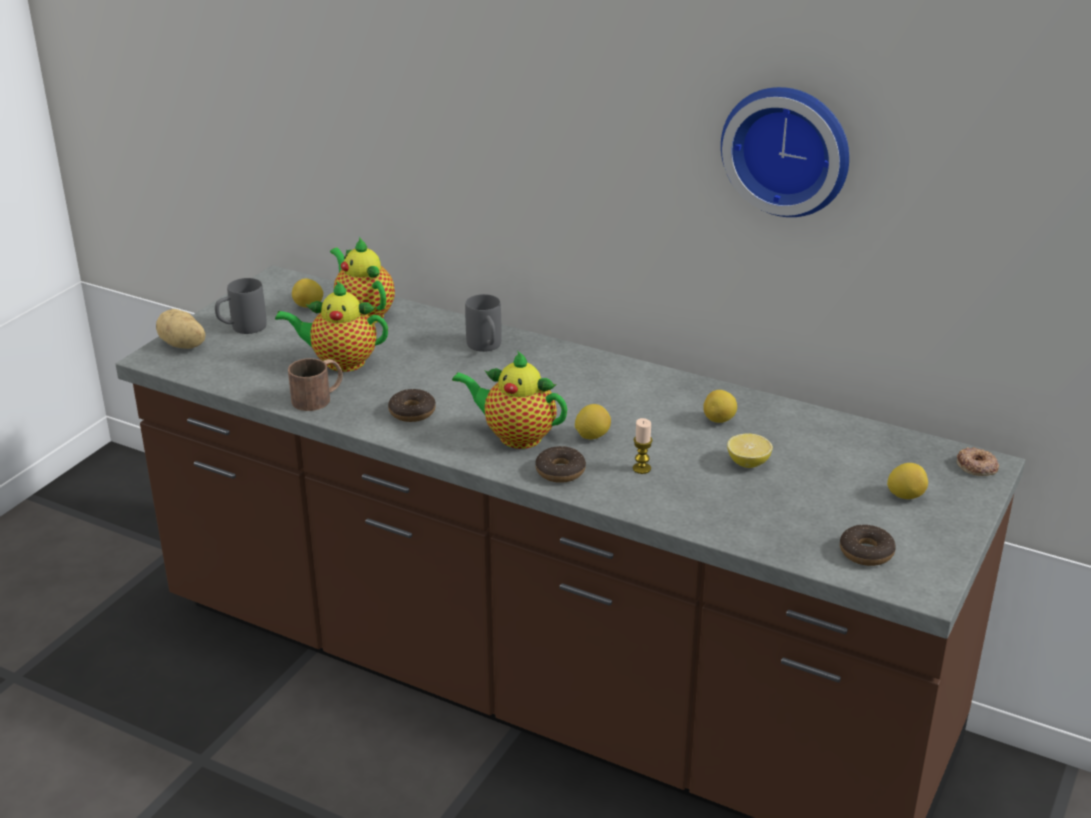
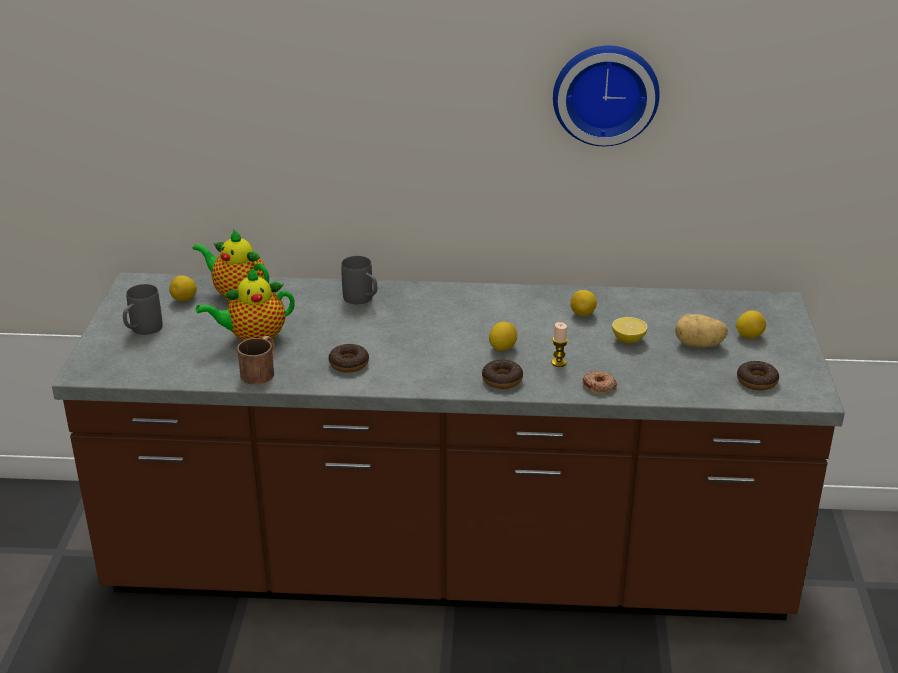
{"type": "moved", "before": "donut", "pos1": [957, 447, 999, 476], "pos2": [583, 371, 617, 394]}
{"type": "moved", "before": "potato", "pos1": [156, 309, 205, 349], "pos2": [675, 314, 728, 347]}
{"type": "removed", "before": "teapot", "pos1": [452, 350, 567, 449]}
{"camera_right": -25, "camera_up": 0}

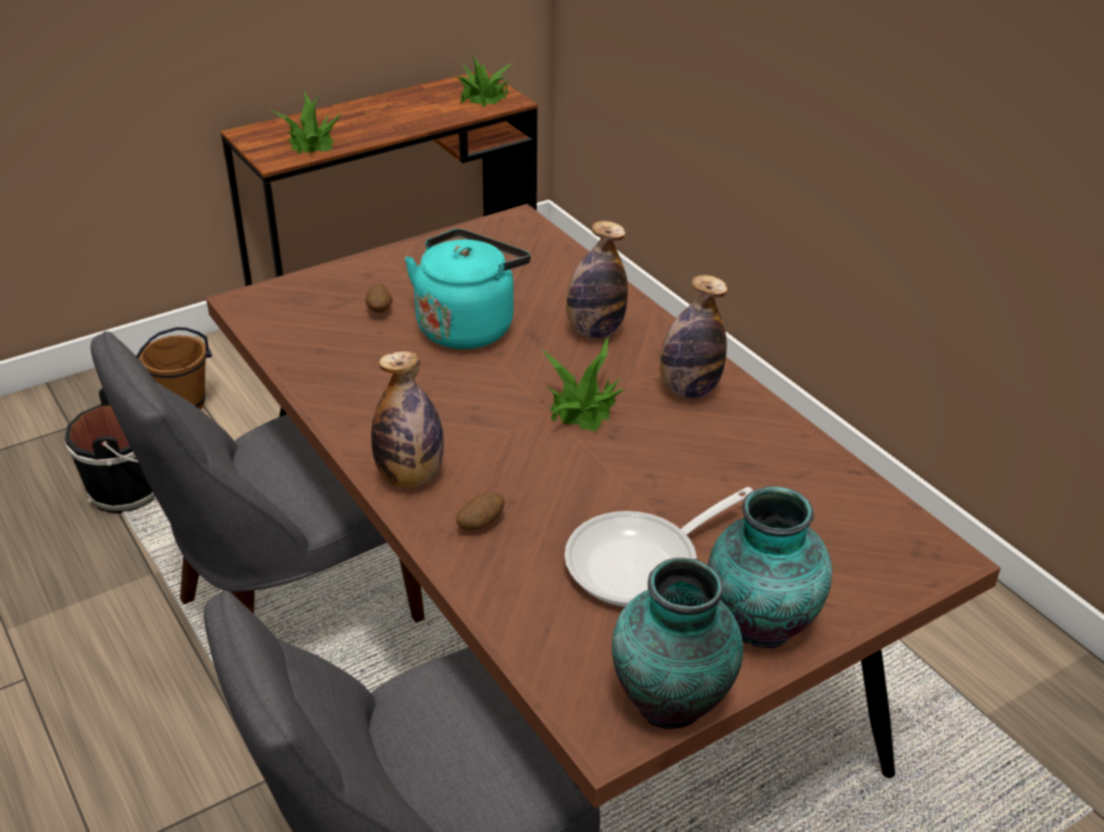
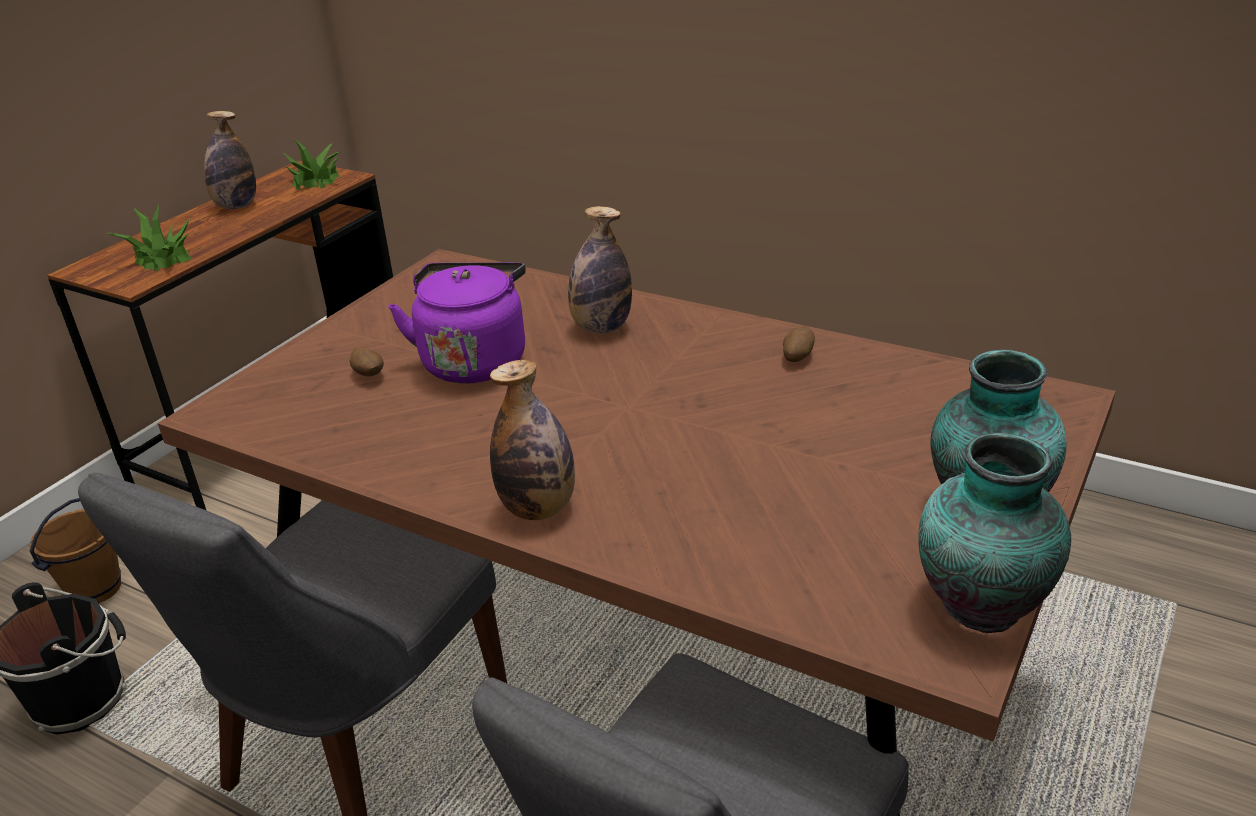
{"type": "moved", "before": "bottle", "pos1": [660, 275, 728, 399], "pos2": [204, 111, 256, 209]}
{"type": "recoloured", "before": "turquoise kettle", "after": "purple kettle", "pos1": [405, 229, 531, 349], "pos2": [388, 262, 526, 384]}
{"type": "moved", "before": "potato", "pos1": [456, 493, 505, 530], "pos2": [783, 326, 815, 362]}
{"type": "removed", "before": "potted plant", "pos1": [541, 336, 626, 431]}
{"type": "removed", "before": "frying pan", "pos1": [565, 487, 753, 607]}
{"camera_right": -25, "camera_up": -5}

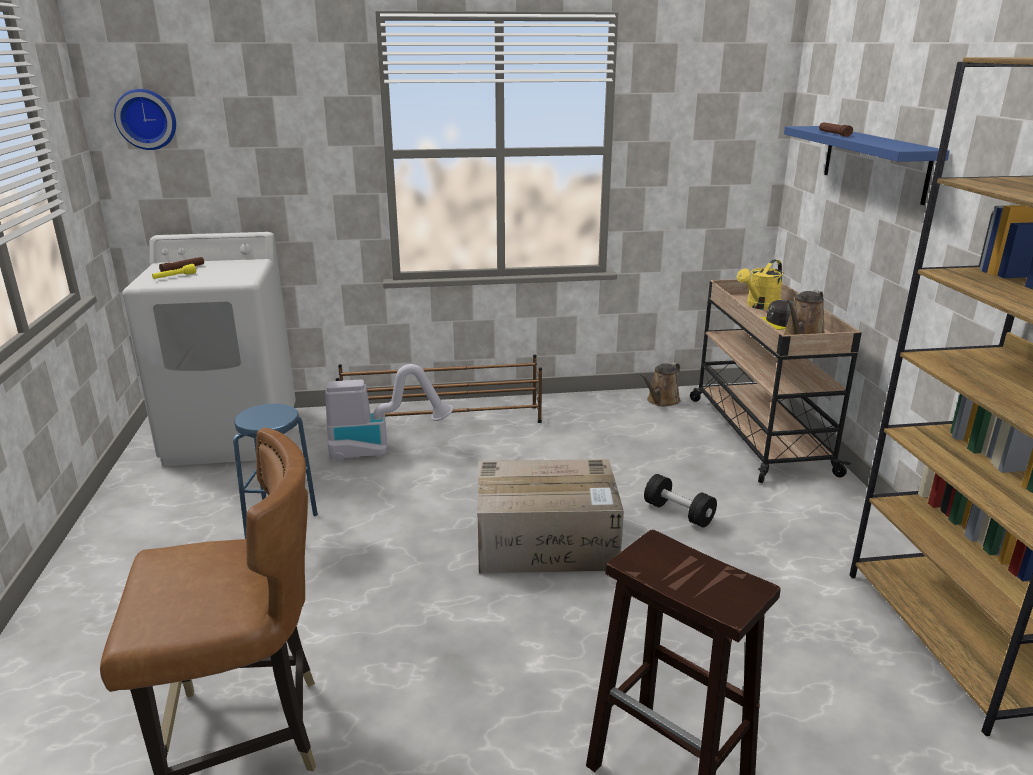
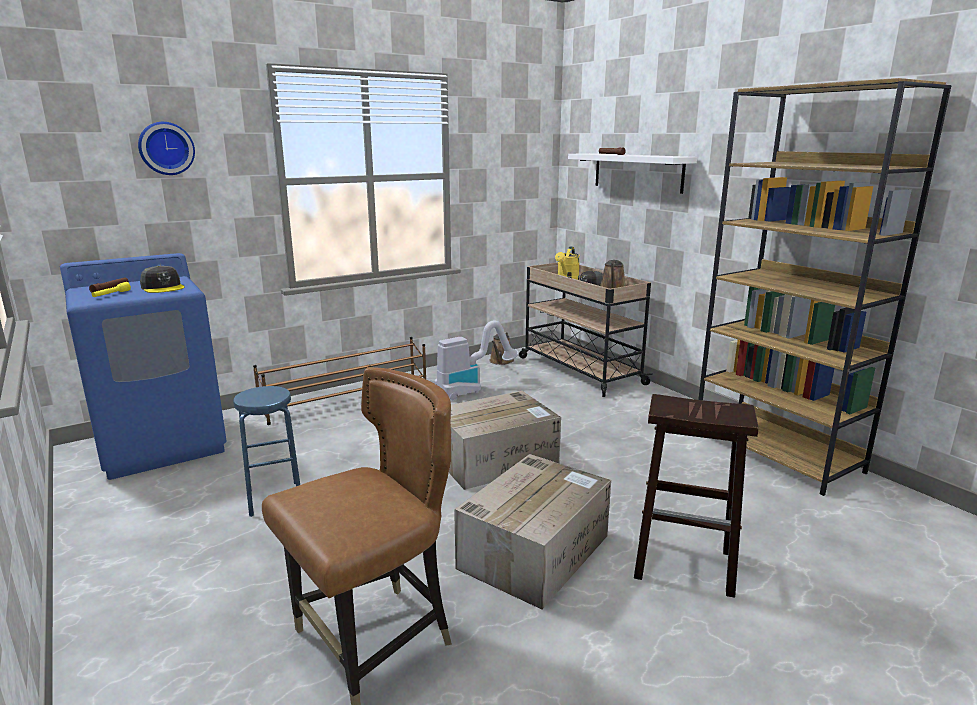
{"type": "recoloured", "before": "white washing machine", "after": "blue washing machine", "pos1": [122, 232, 296, 466], "pos2": [60, 253, 227, 480]}
{"type": "moved", "before": "wall clock", "pos1": [114, 89, 176, 150], "pos2": [138, 122, 195, 175]}
{"type": "added", "after": "grey cap", "pos2": [140, 266, 185, 293]}
{"type": "moved", "before": "vacuum cleaner", "pos1": [325, 364, 453, 462], "pos2": [434, 320, 519, 400]}
{"type": "added", "after": "cardboard box", "pos2": [454, 454, 611, 610]}
{"type": "recoloured", "before": "blue shelf", "after": "white shelf", "pos1": [784, 126, 950, 205], "pos2": [568, 153, 697, 194]}
{"type": "removed", "before": "black dumbbell", "pos1": [644, 474, 717, 527]}
{"camera_right": -25, "camera_up": -5}

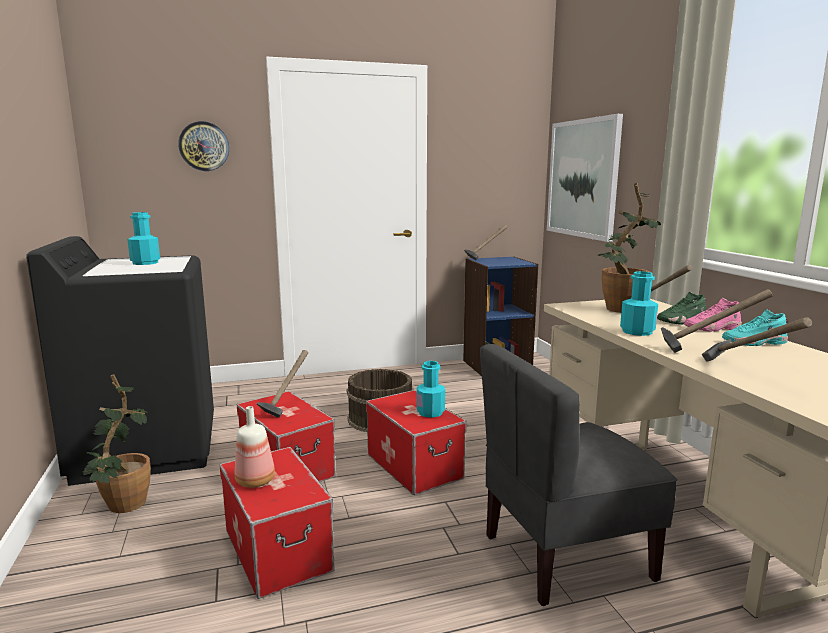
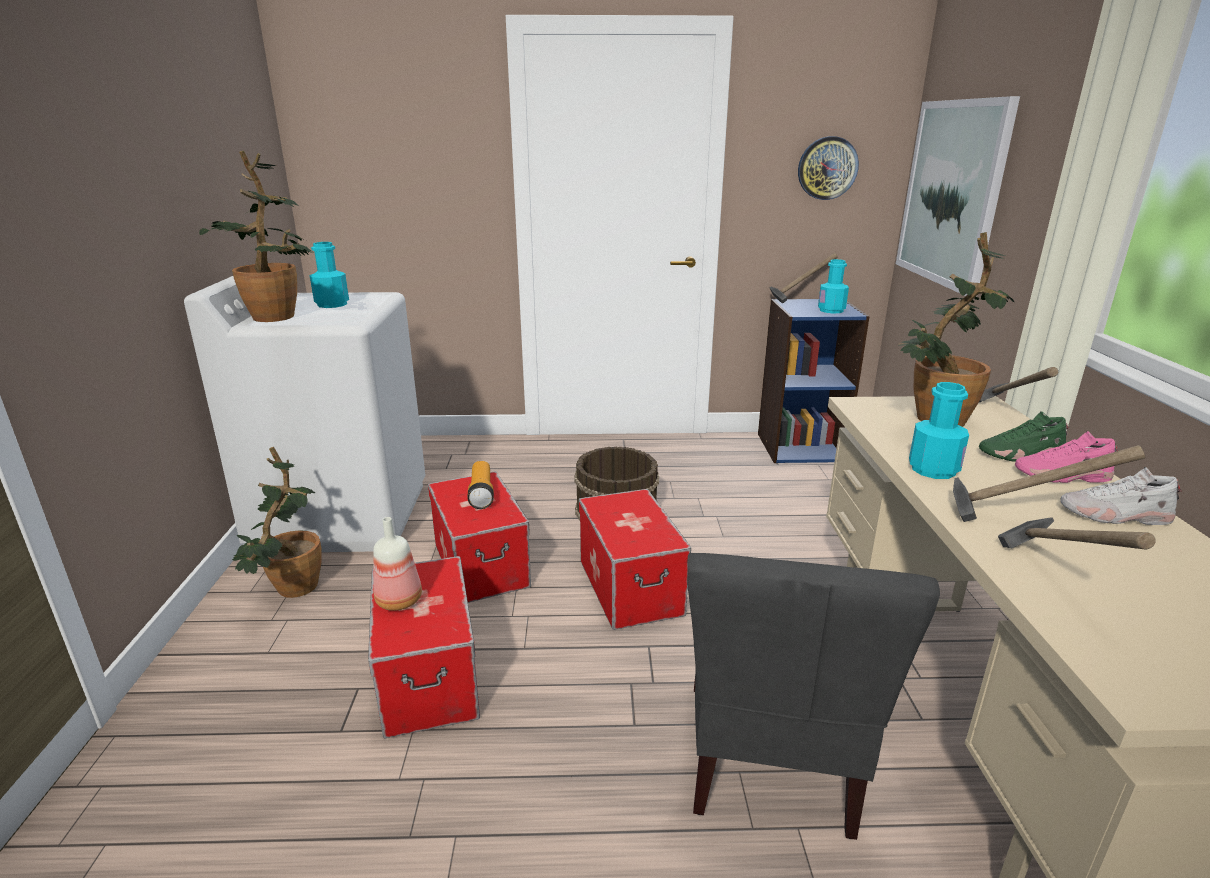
{"type": "recoloured", "before": "black washing machine", "after": "white washing machine", "pos1": [26, 236, 214, 486], "pos2": [184, 276, 425, 552]}
{"type": "added", "after": "potted plant", "pos2": [199, 151, 312, 322]}
{"type": "replaced", "before": "hammer", "after": "flashlight", "pos1": [257, 350, 308, 418], "pos2": [468, 461, 494, 509]}
{"type": "turned", "before": "grey chair", "pos1": [480, 344, 677, 606], "pos2": [687, 553, 940, 840], "turn": -75}
{"type": "moved", "before": "wall clock", "pos1": [178, 121, 229, 171], "pos2": [798, 136, 859, 200]}
{"type": "moved", "before": "turquoise bottle", "pos1": [417, 361, 445, 418], "pos2": [818, 259, 849, 313]}
{"type": "recoloured", "before": "turquoise shoe", "after": "white shoe", "pos1": [722, 309, 789, 346], "pos2": [1060, 467, 1182, 525]}
{"camera_right": 15, "camera_up": 10}

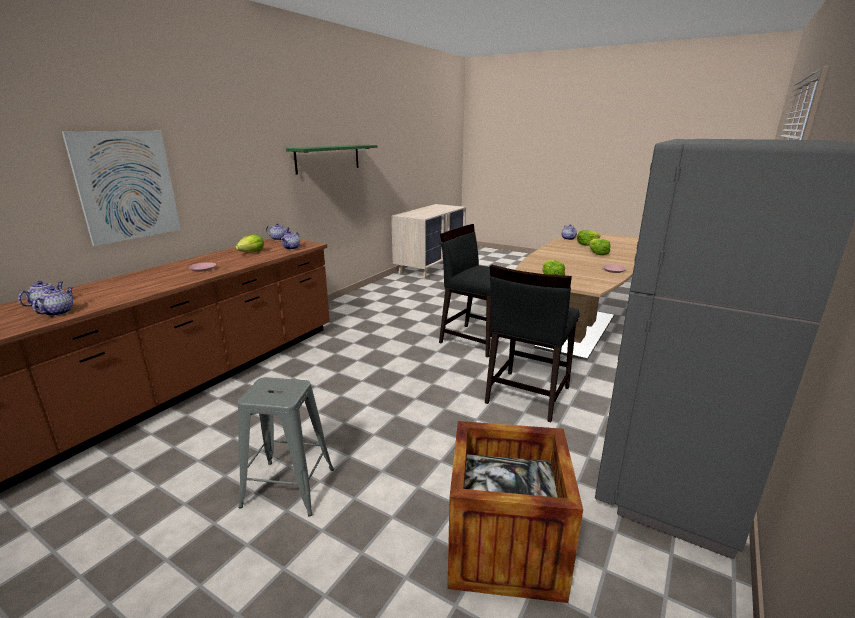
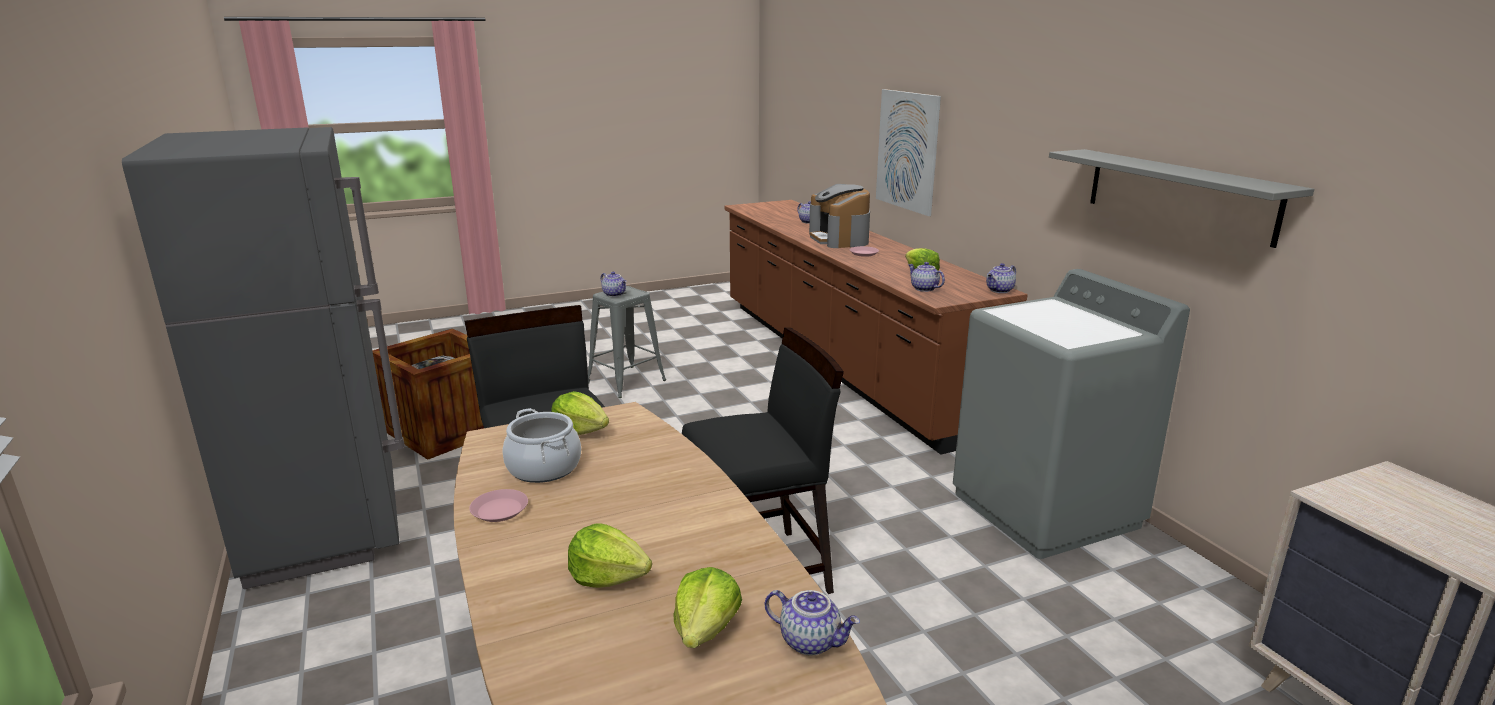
{"type": "added", "after": "cooking pot", "pos2": [503, 408, 581, 483]}
{"type": "moved", "before": "teapot", "pos1": [32, 287, 73, 316], "pos2": [601, 271, 627, 297]}
{"type": "added", "after": "coffee machine", "pos2": [809, 184, 870, 248]}
{"type": "added", "after": "grey washing machine", "pos2": [953, 269, 1190, 559]}
{"type": "recoloured", "before": "green shelf", "after": "grey shelf", "pos1": [286, 145, 377, 175], "pos2": [1049, 149, 1314, 248]}
{"camera_right": 125, "camera_up": 0}

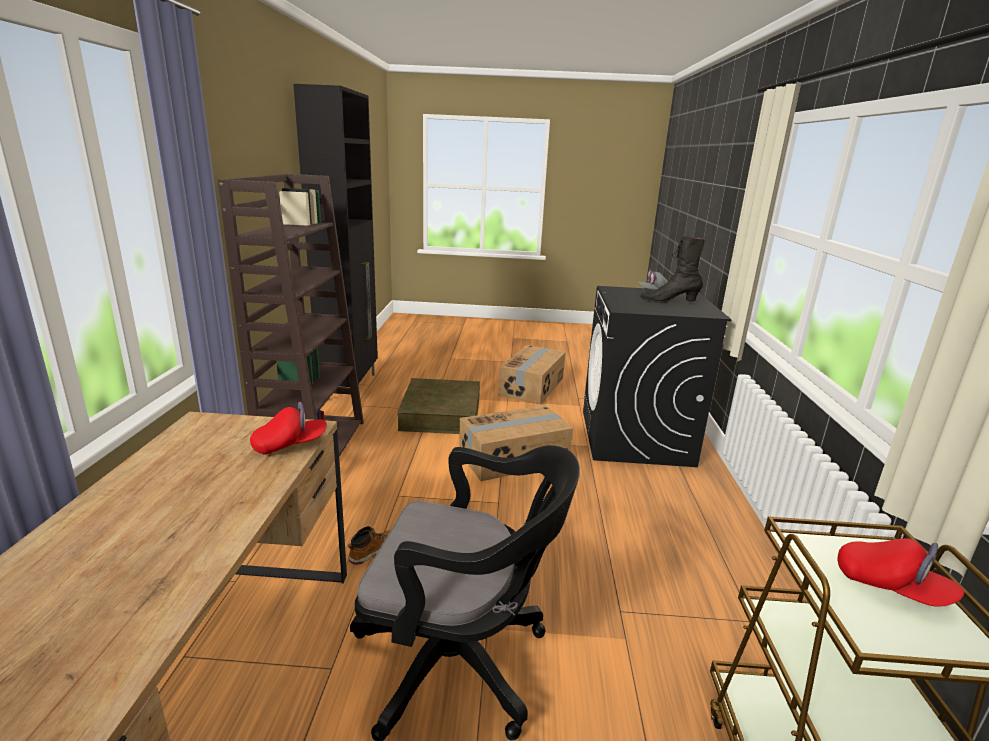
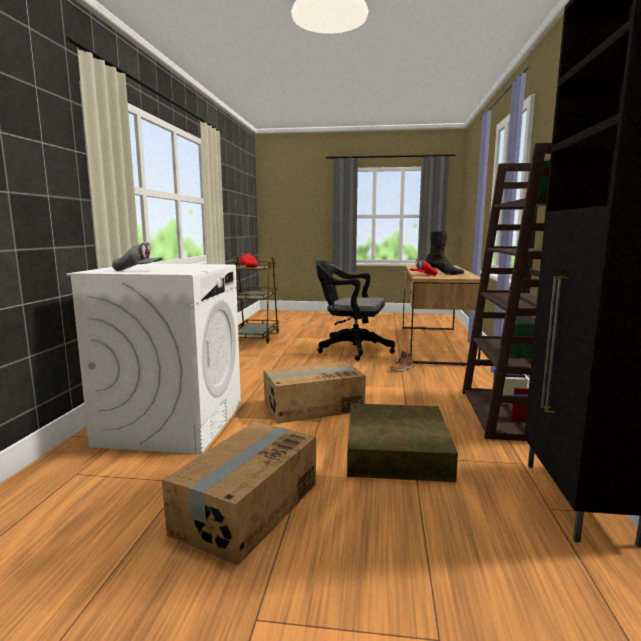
{"type": "recoloured", "before": "black washing machine", "after": "white washing machine", "pos1": [583, 286, 732, 467], "pos2": [66, 264, 241, 454]}
{"type": "moved", "before": "black boot", "pos1": [640, 236, 705, 303], "pos2": [425, 231, 464, 275]}
{"camera_right": -175, "camera_up": -10}

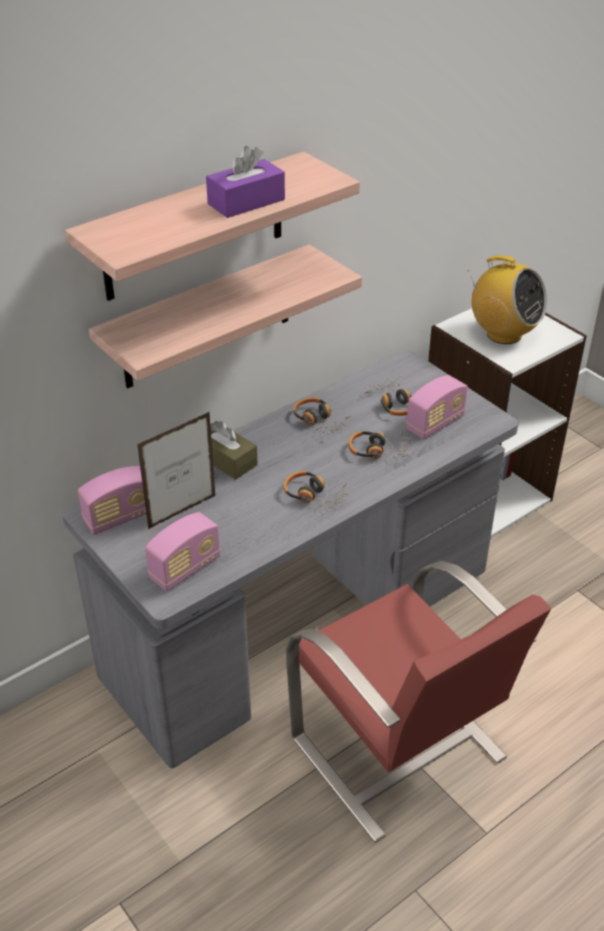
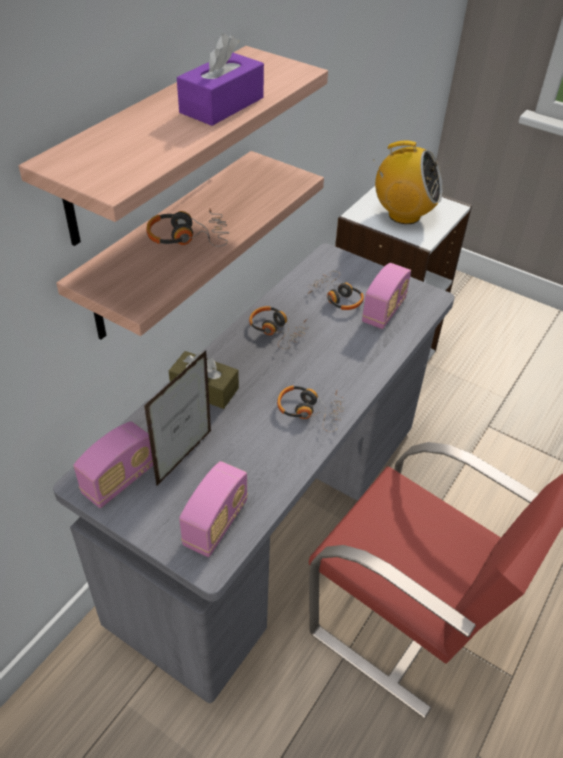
{"type": "moved", "before": "headphones", "pos1": [349, 431, 411, 466], "pos2": [147, 208, 229, 247]}
{"camera_right": -20, "camera_up": 5}

